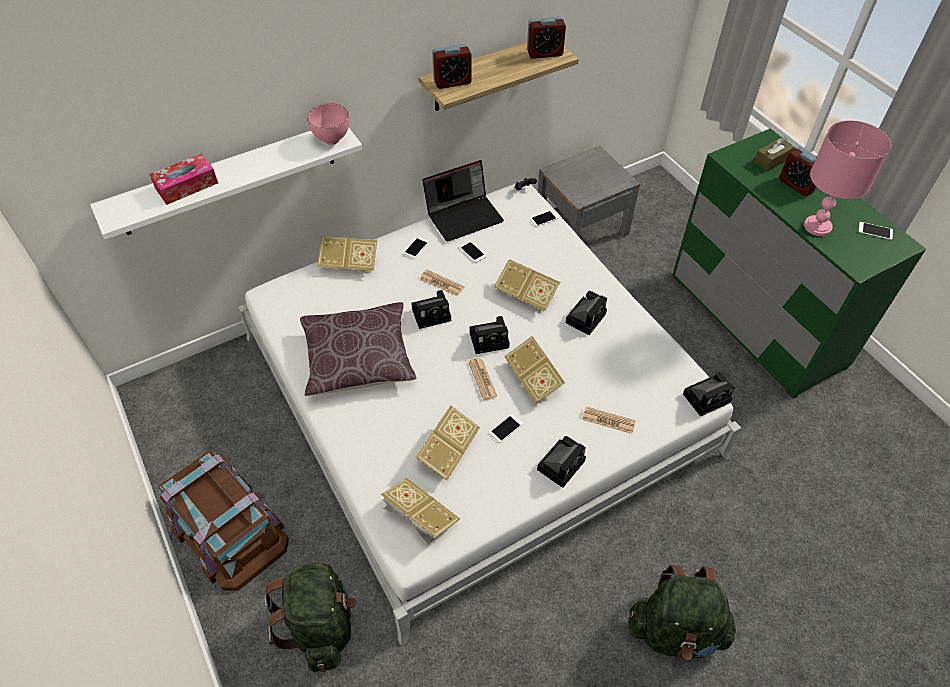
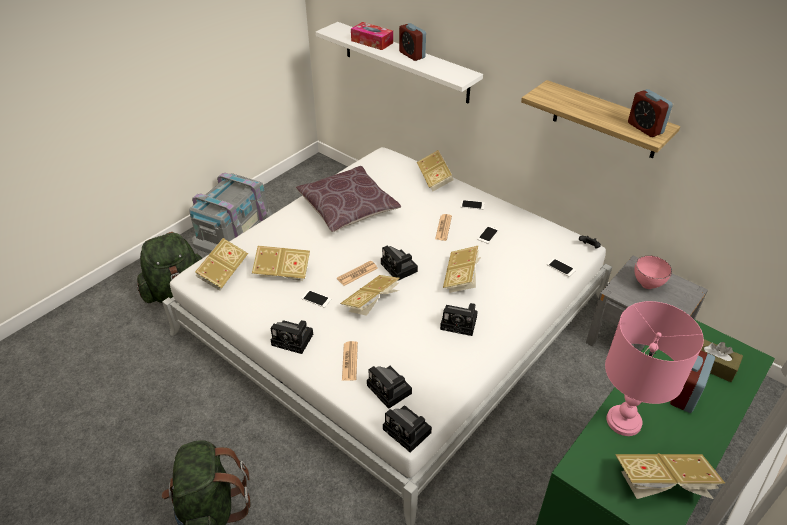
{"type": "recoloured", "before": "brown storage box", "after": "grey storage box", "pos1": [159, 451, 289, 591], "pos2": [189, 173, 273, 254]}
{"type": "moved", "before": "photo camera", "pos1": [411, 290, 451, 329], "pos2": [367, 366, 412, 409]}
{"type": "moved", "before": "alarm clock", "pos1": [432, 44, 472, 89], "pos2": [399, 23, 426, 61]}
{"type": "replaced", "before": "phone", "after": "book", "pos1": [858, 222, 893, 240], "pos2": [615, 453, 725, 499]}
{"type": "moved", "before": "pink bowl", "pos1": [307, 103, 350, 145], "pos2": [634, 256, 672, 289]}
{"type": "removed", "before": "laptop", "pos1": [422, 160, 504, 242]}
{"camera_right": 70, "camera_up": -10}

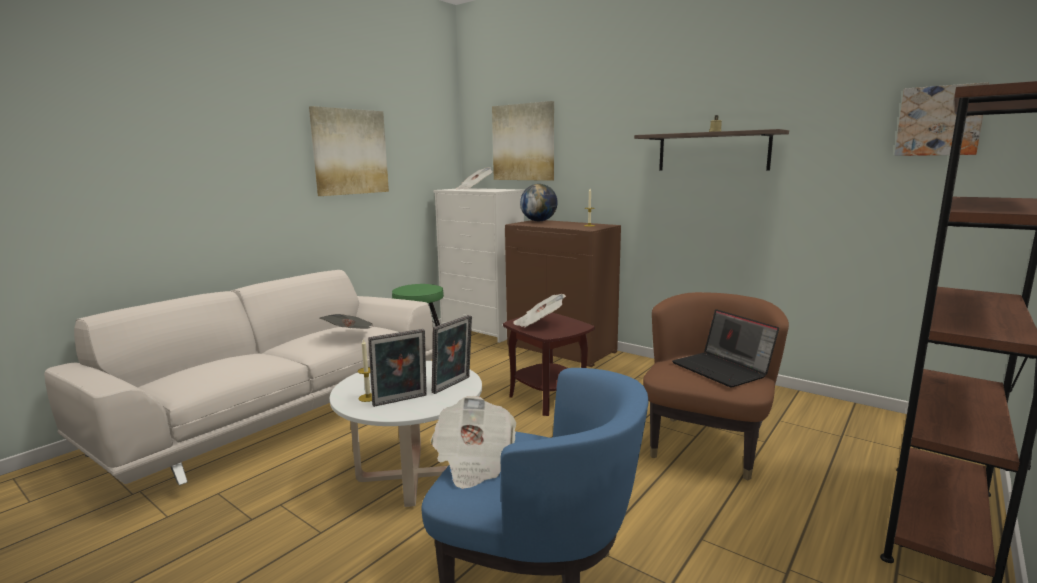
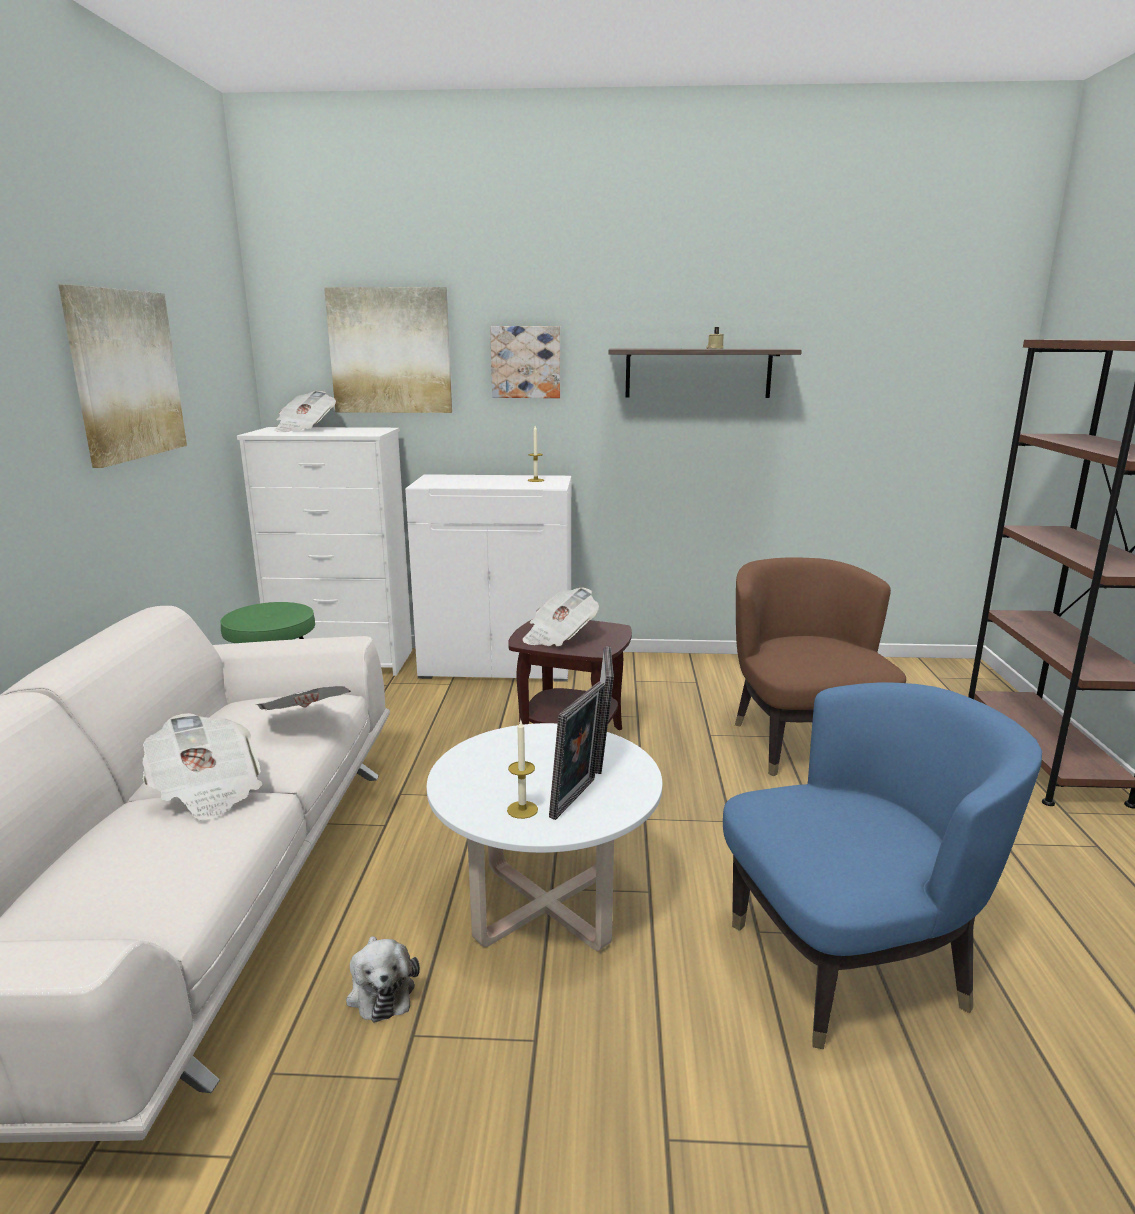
{"type": "moved", "before": "newspaper", "pos1": [431, 396, 516, 489], "pos2": [142, 713, 262, 821]}
{"type": "added", "after": "plush toy", "pos2": [346, 936, 420, 1022]}
{"type": "recoloured", "before": "brown cabinet", "after": "white cabinet", "pos1": [505, 220, 621, 367], "pos2": [405, 474, 571, 682]}
{"type": "moved", "before": "picture", "pos1": [894, 82, 989, 156], "pos2": [490, 326, 560, 398]}
{"type": "removed", "before": "globe", "pos1": [520, 184, 558, 221]}
{"type": "removed", "before": "laptop", "pos1": [672, 309, 779, 387]}
{"camera_right": -35, "camera_up": 5}

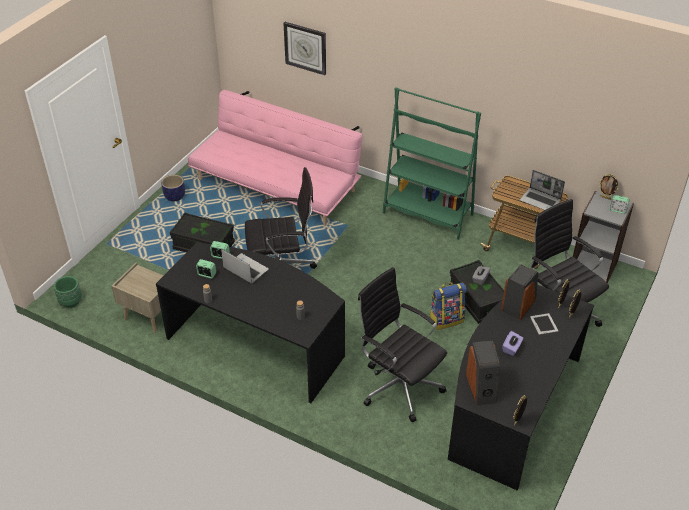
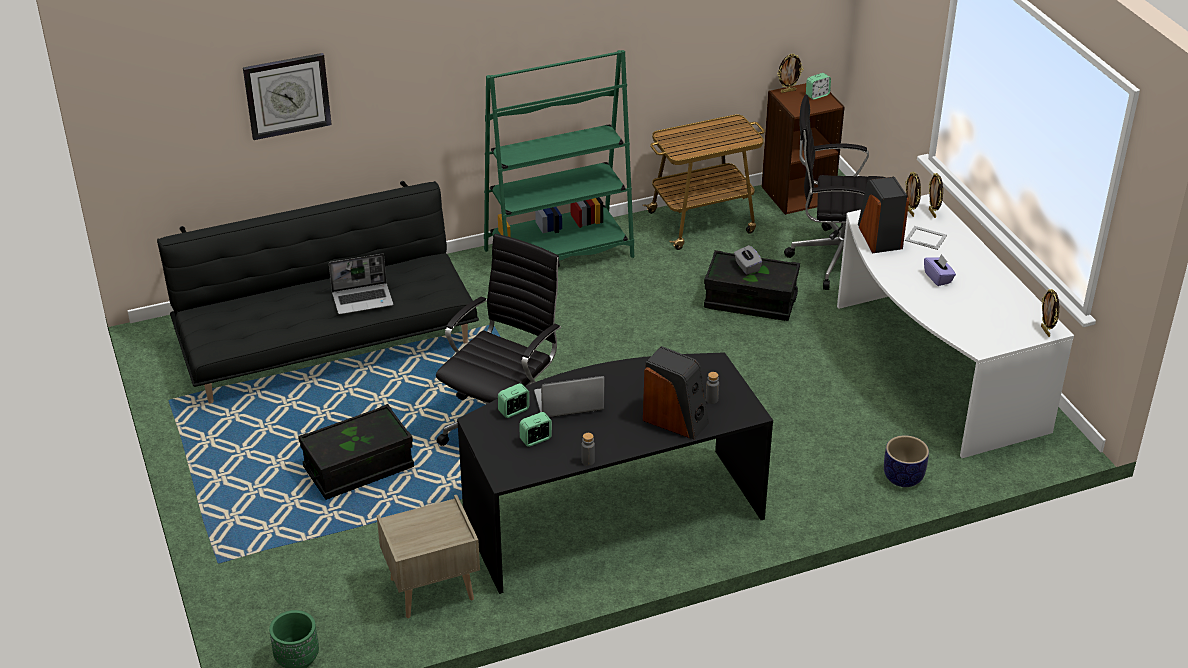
{"type": "recoloured", "before": "pink sofa", "after": "black sofa", "pos1": [188, 89, 363, 226], "pos2": [157, 181, 479, 403]}
{"type": "moved", "before": "laptop", "pos1": [520, 170, 565, 210], "pos2": [329, 253, 394, 315]}
{"type": "moved", "before": "speaker", "pos1": [466, 341, 500, 405], "pos2": [643, 346, 709, 439]}
{"type": "recoloured", "before": "grey bookcase", "after": "brown bookcase", "pos1": [573, 191, 634, 283], "pos2": [761, 83, 845, 215]}
{"type": "recoloured", "before": "black desk", "after": "white desk", "pos1": [448, 285, 594, 491], "pos2": [837, 194, 1074, 458]}
{"type": "moved", "before": "planter", "pos1": [161, 175, 185, 202], "pos2": [884, 435, 929, 487]}
{"type": "removed", "before": "black office chair", "pos1": [358, 267, 447, 422]}
{"type": "removed", "before": "backpack", "pos1": [430, 282, 467, 330]}
{"camera_right": -50, "camera_up": -5}

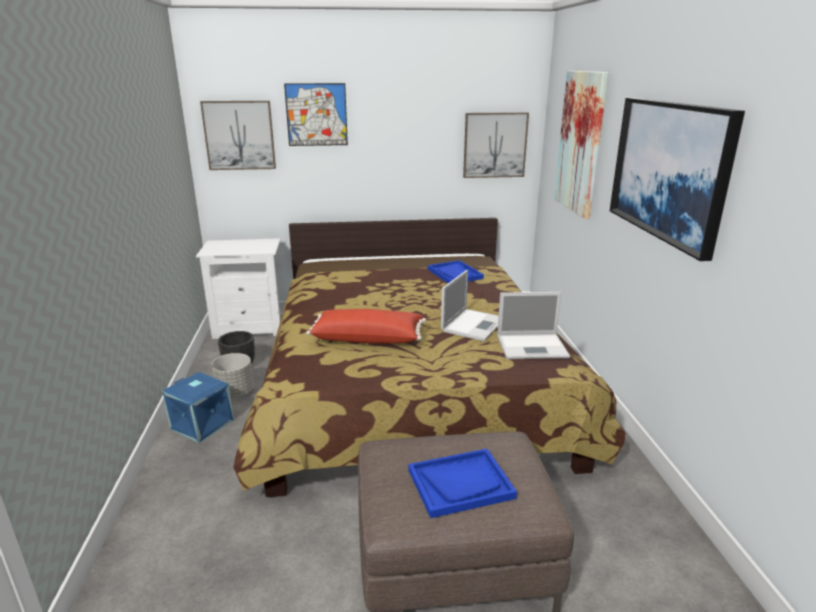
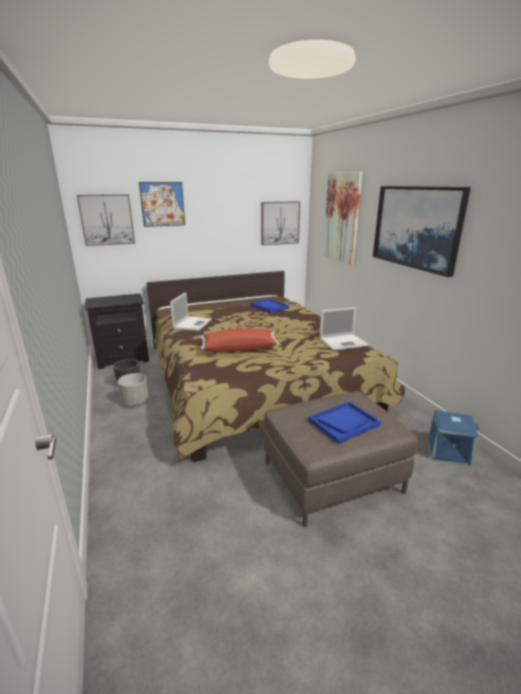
{"type": "recoloured", "before": "white nightstand", "after": "black nightstand", "pos1": [196, 238, 280, 339], "pos2": [85, 293, 149, 369]}
{"type": "moved", "before": "laptop", "pos1": [441, 270, 499, 341], "pos2": [170, 292, 212, 331]}
{"type": "moved", "before": "blue storage box", "pos1": [163, 372, 234, 443], "pos2": [428, 410, 479, 467]}
{"camera_right": -15, "camera_up": 0}

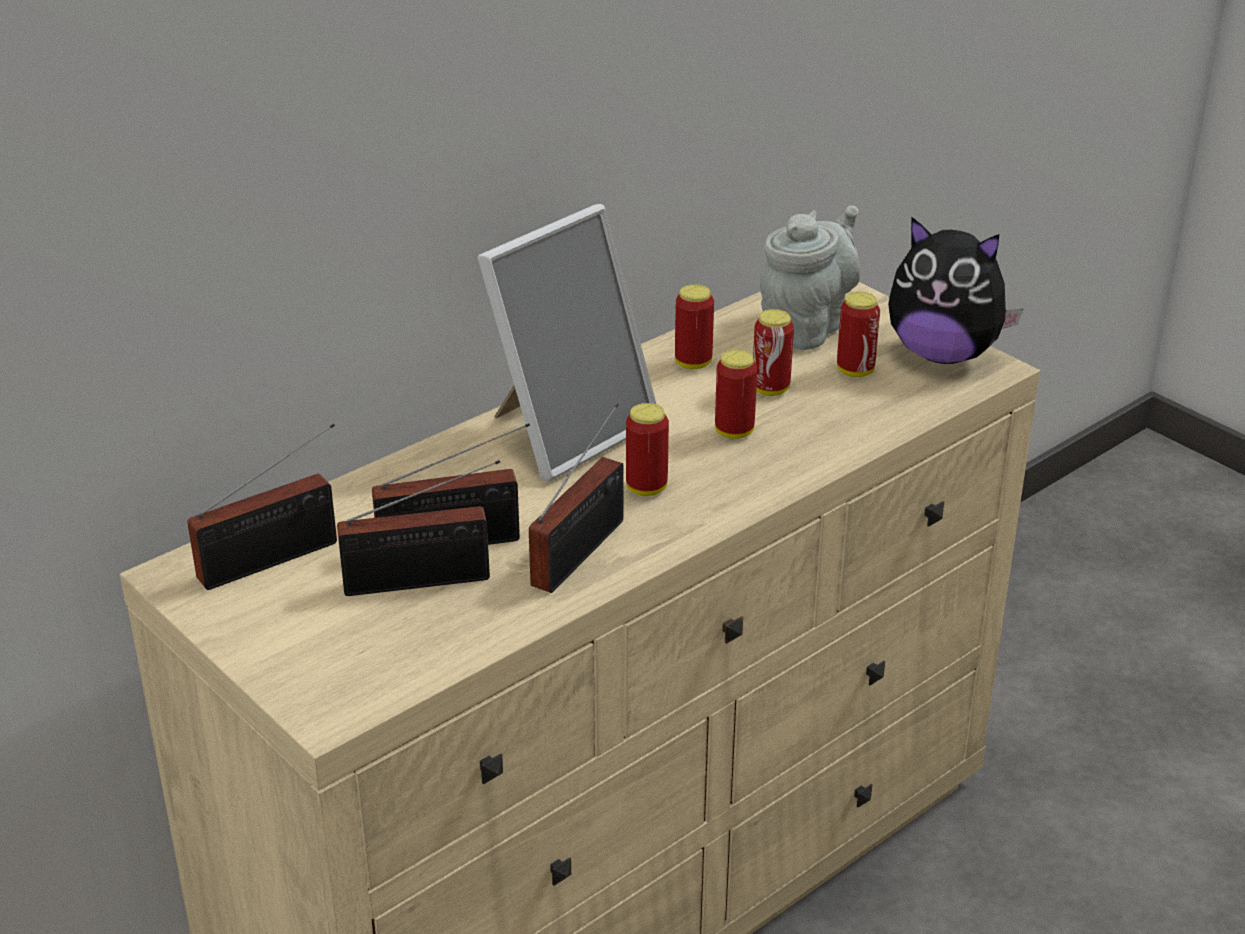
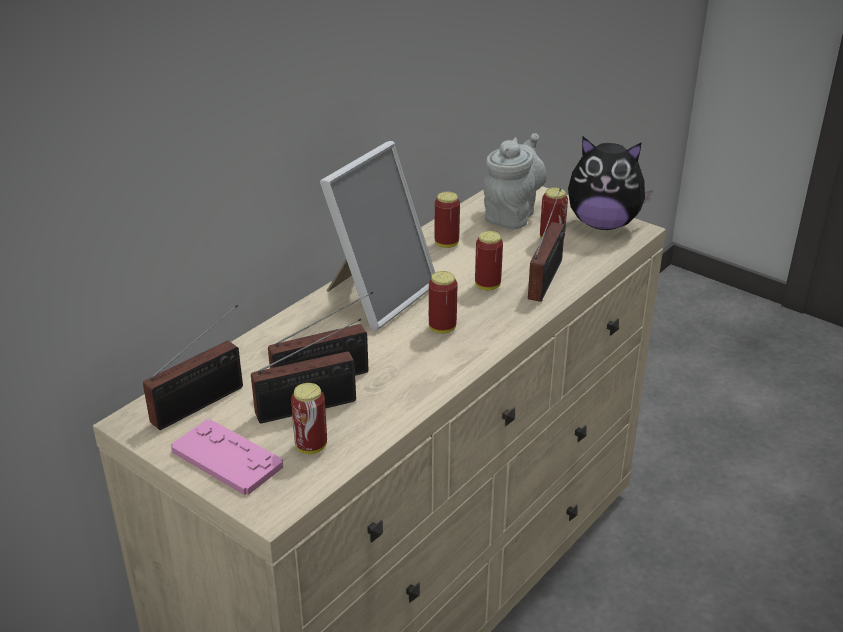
{"type": "added", "after": "pink game controller", "pos2": [171, 419, 283, 495]}
{"type": "moved", "before": "can", "pos1": [753, 309, 794, 396], "pos2": [291, 383, 327, 454]}
{"type": "moved", "before": "radio", "pos1": [529, 403, 623, 593], "pos2": [528, 188, 565, 302]}
{"camera_right": -10, "camera_up": 0}

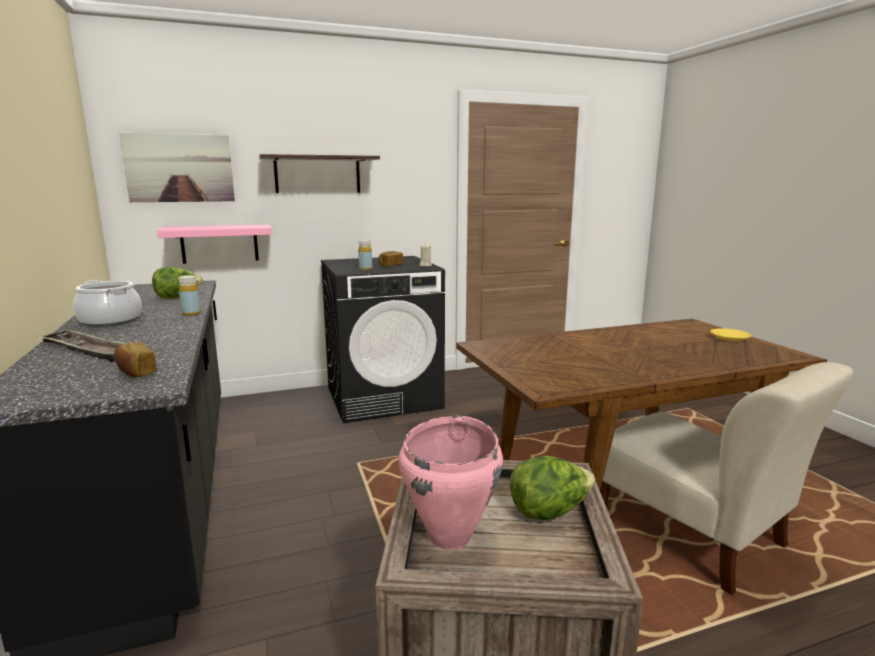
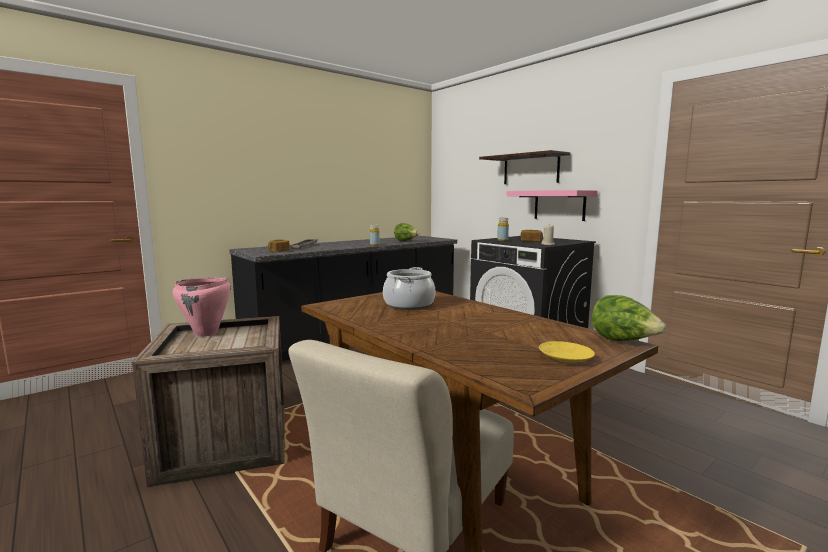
{"type": "moved", "before": "cooking pot", "pos1": [73, 280, 142, 327], "pos2": [383, 267, 436, 310]}
{"type": "moved", "before": "pink shelf", "pos1": [157, 224, 272, 264], "pos2": [507, 190, 598, 221]}
{"type": "moved", "before": "lettuce", "pos1": [510, 456, 595, 520], "pos2": [592, 295, 666, 341]}
{"type": "removed", "before": "picture", "pos1": [119, 133, 235, 202]}
{"camera_right": 70, "camera_up": -5}

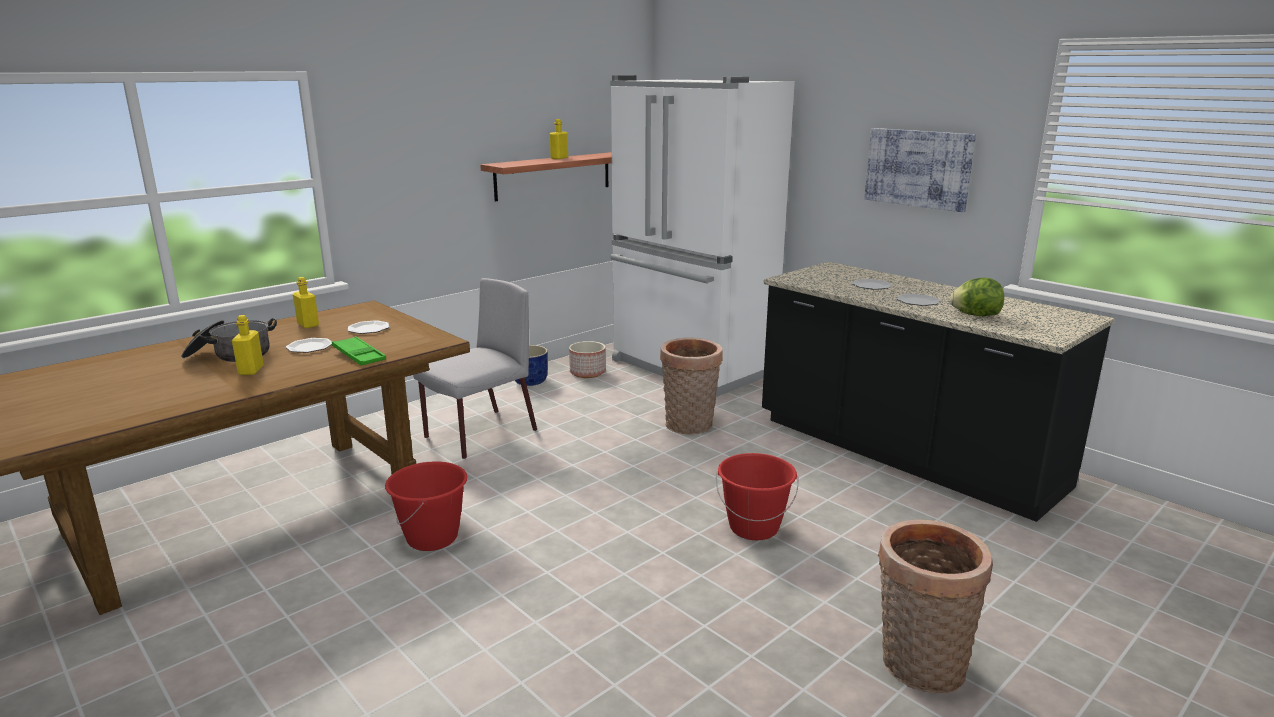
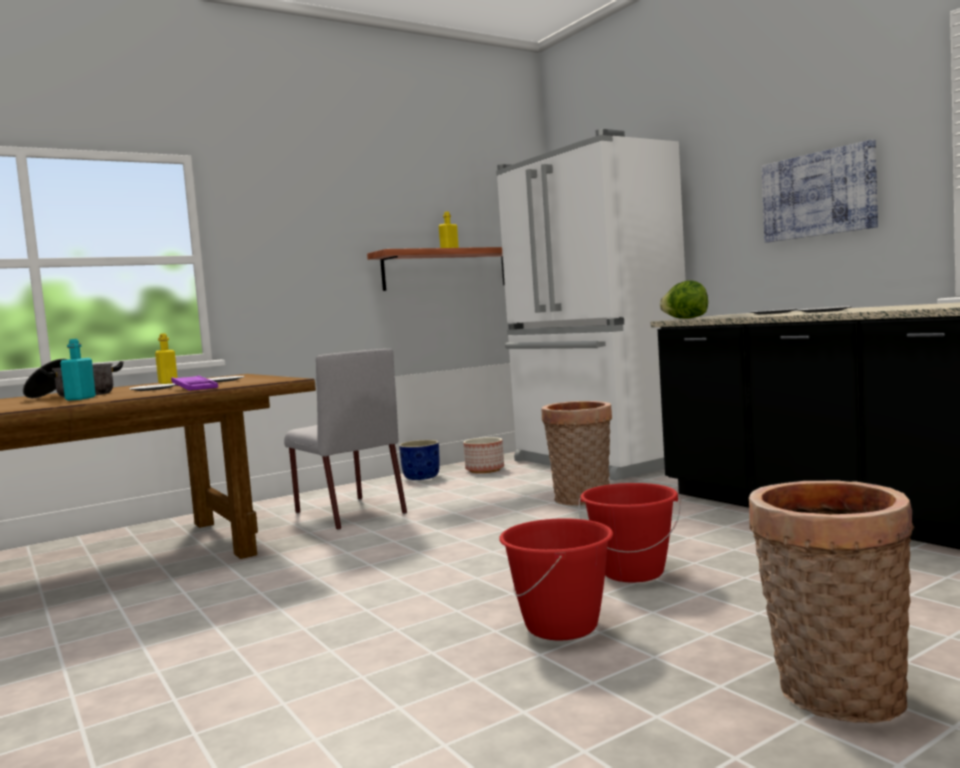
{"type": "recoloured", "before": "yellow bottle", "after": "turquoise bottle", "pos1": [232, 315, 264, 375], "pos2": [60, 339, 96, 401]}
{"type": "recoloured", "before": "green tray", "after": "purple tray", "pos1": [332, 336, 386, 365], "pos2": [171, 375, 218, 391]}
{"type": "turned", "before": "grey chair", "pos1": [413, 278, 537, 459], "pos2": [284, 349, 407, 530], "turn": 90}
{"type": "moved", "before": "red bucket", "pos1": [385, 461, 468, 551], "pos2": [499, 518, 613, 640]}
{"type": "moved", "before": "lettuce", "pos1": [950, 278, 1004, 316], "pos2": [660, 280, 708, 319]}
{"camera_right": 10, "camera_up": -15}

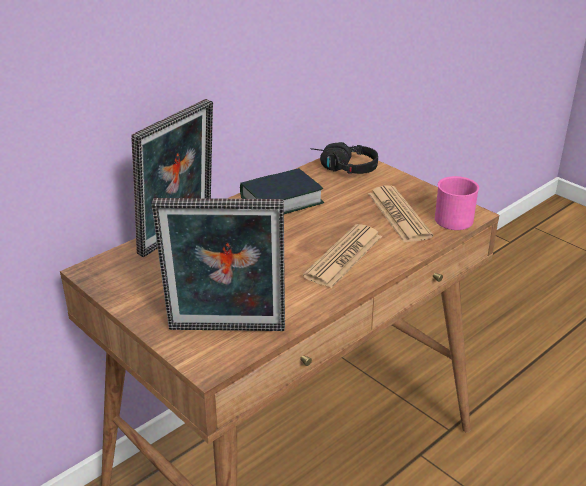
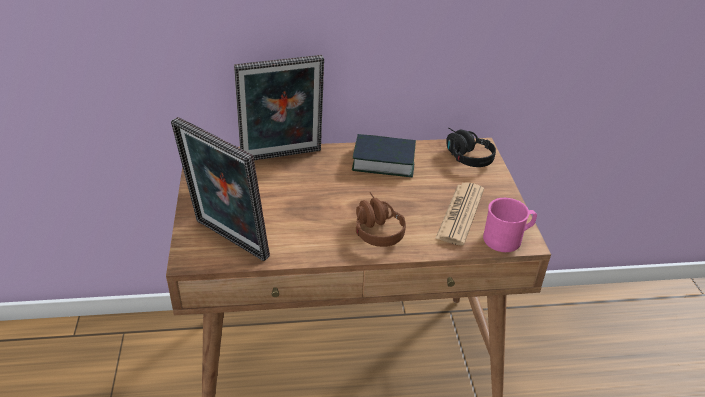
{"type": "replaced", "before": "newspaper", "after": "brown headphones", "pos1": [303, 224, 382, 288], "pos2": [356, 192, 406, 247]}
{"camera_right": 35, "camera_up": 5}

